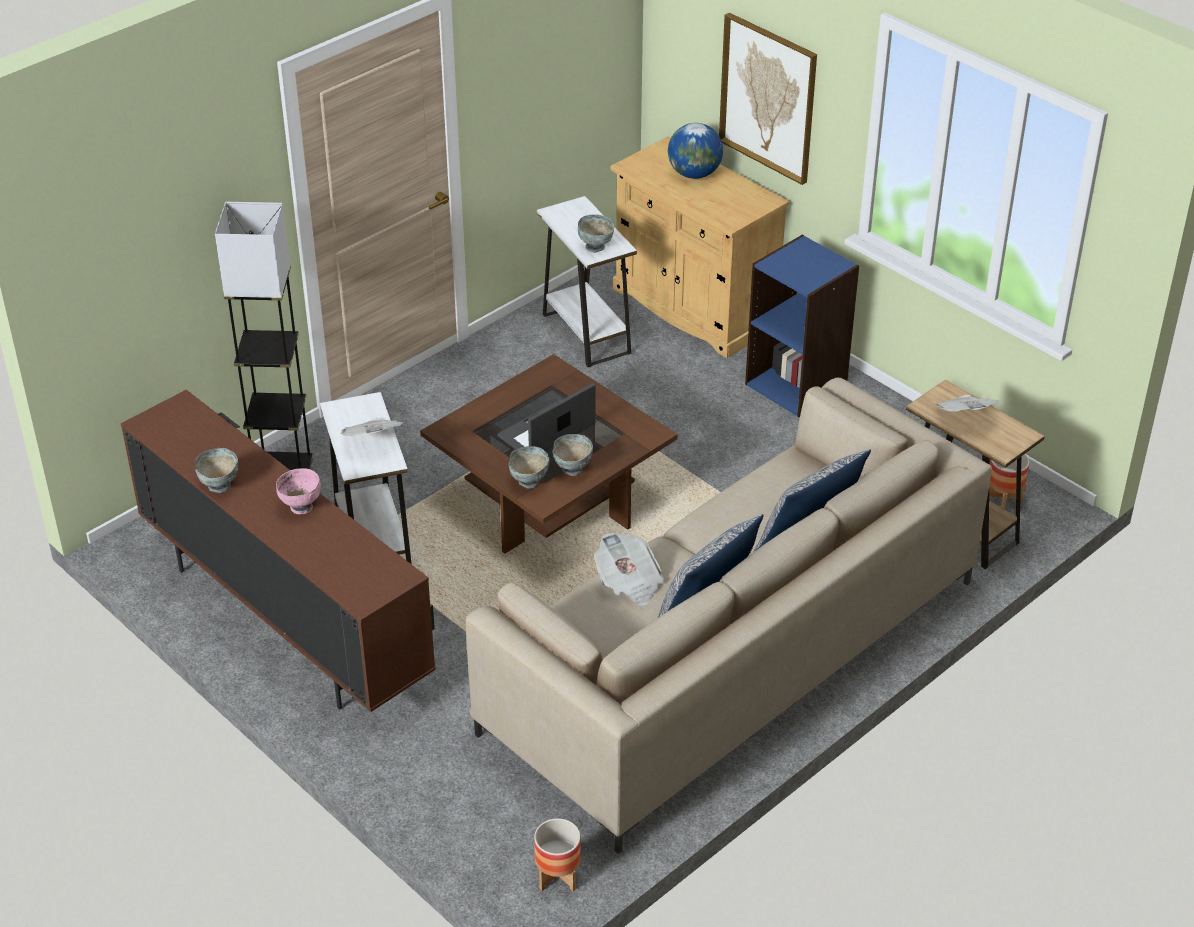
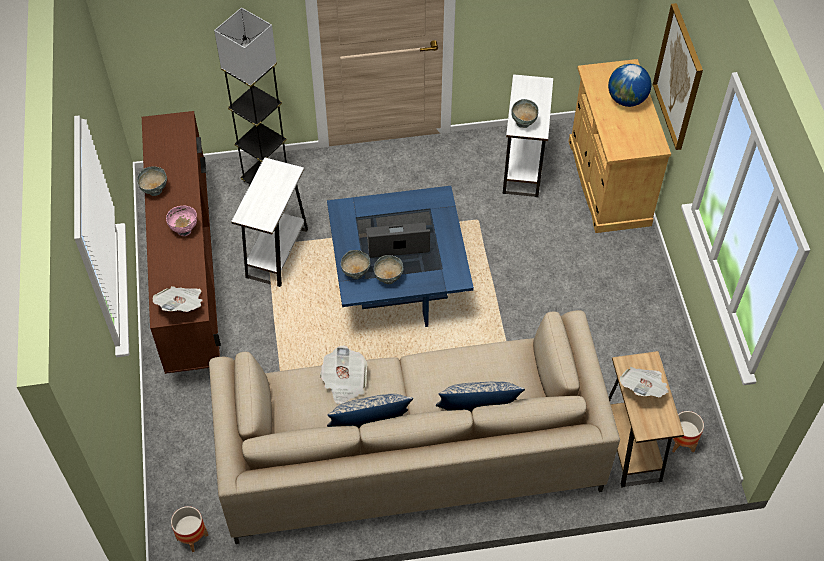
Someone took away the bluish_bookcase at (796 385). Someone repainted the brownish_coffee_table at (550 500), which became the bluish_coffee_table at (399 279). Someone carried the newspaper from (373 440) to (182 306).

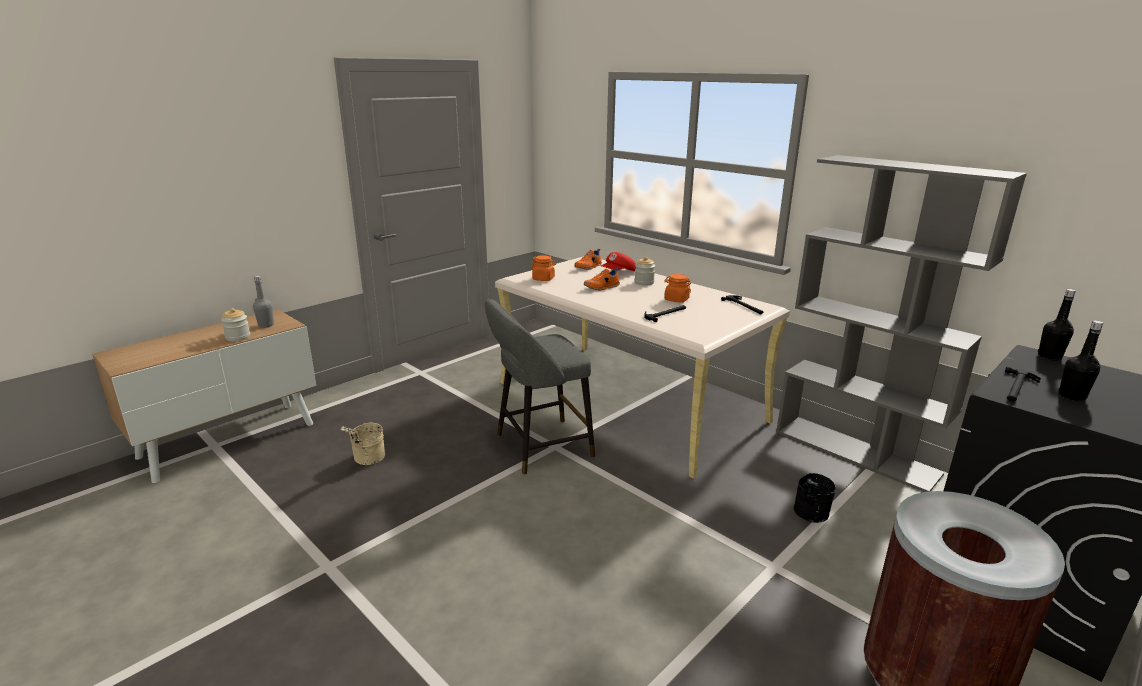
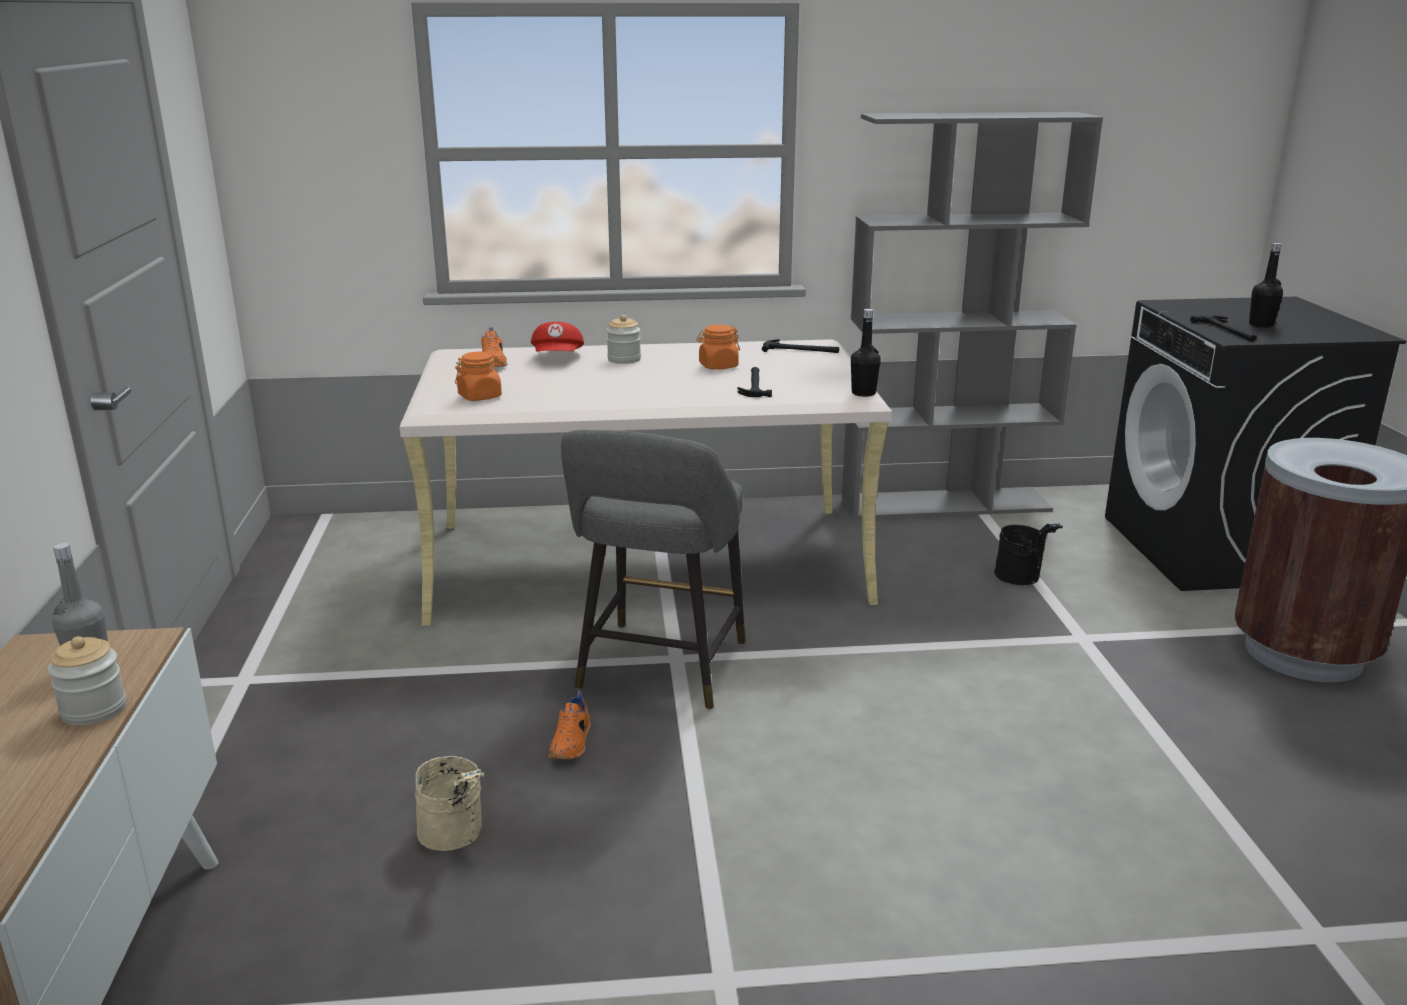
Someone carried the orange_low_shoe from (602 287) to (572 743). Someone carried the blackish_drink_bottle from (1049 356) to (863 393).

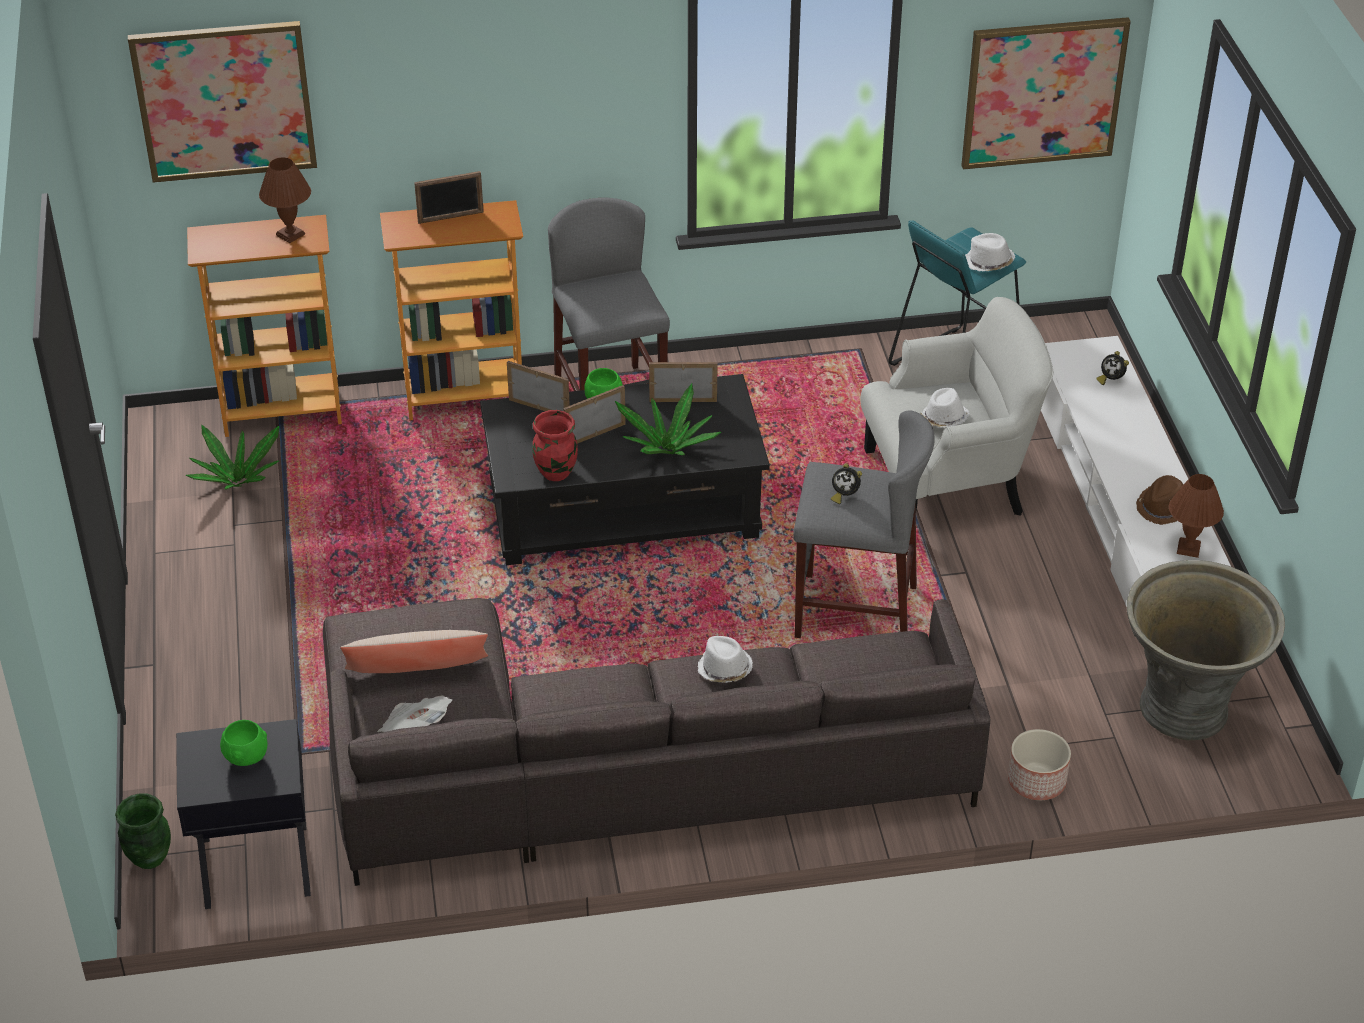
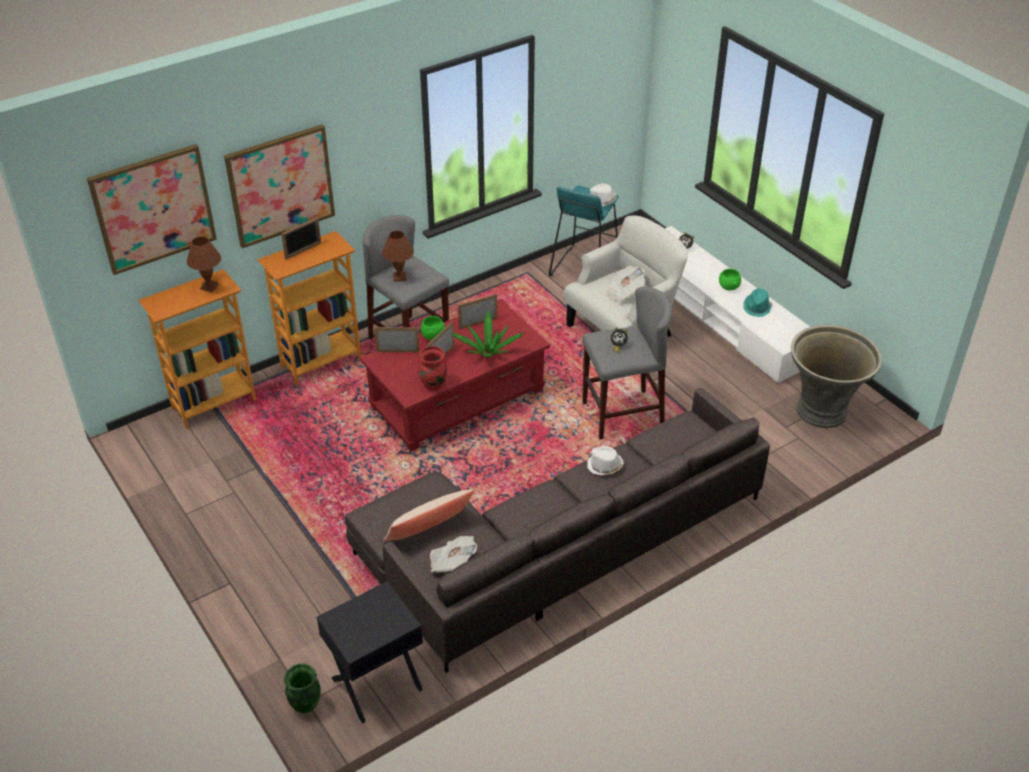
Someone carried the wall_picture from (1043 92) to (281 185). Someone repainted the blackish_coffee_table at (623 510), which became the red-coloured_coffee_table at (456 399). Someone swapped the white_hat at (944 419) for the newspaper at (623 292). Someone took away the plant_in_a_pot at (238 480). Someone carried the brownish_tabletop_lamp from (1189 549) to (400 277). Someone repainted the brownish_hat at (1162 508), which became the blue-green_hat at (757 307). Someone carried the green-coloured_serving_bowl from (246 758) to (729 288). Someone took away the flower_pot at (1036 782).

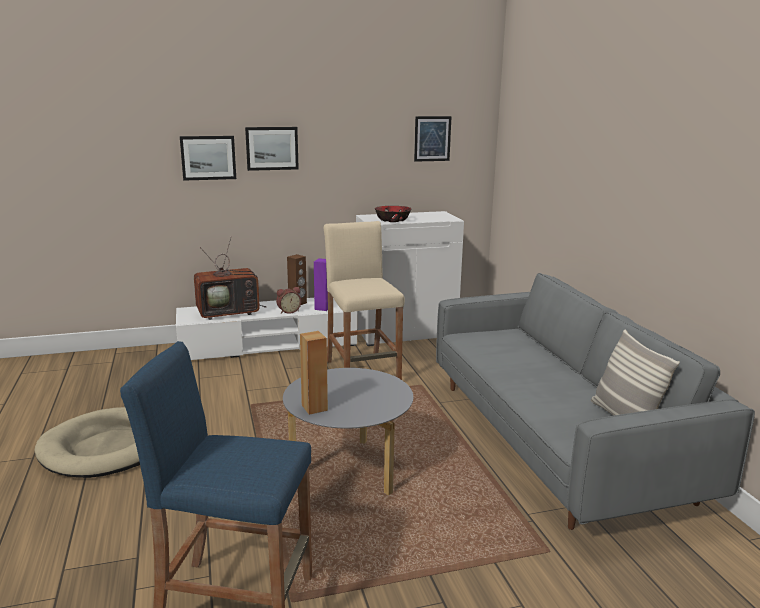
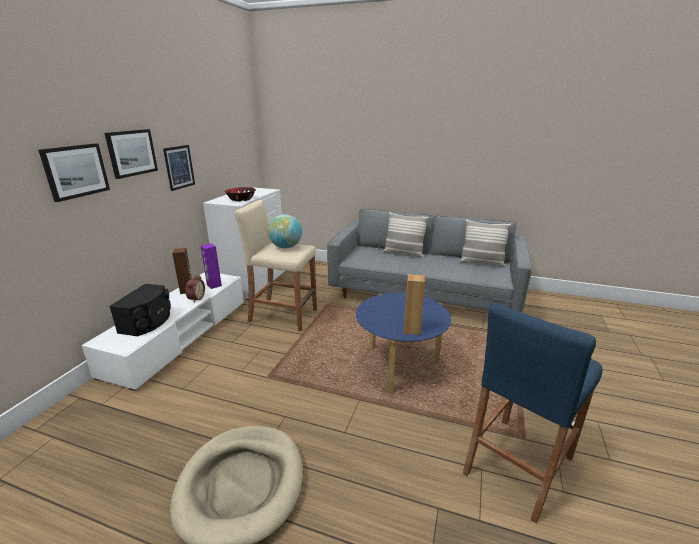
Someone carried the wall_picture from (432 138) to (179 167). Someone swapped the TV at (229 312) for the blackish_loudspeaker at (148 322). Someone repainted the greyish_coffee_table at (348 470), which became the bluish_coffee_table at (399 365). Someone put down the pillow at (403 253). Someone put down the world_globe at (286 247).

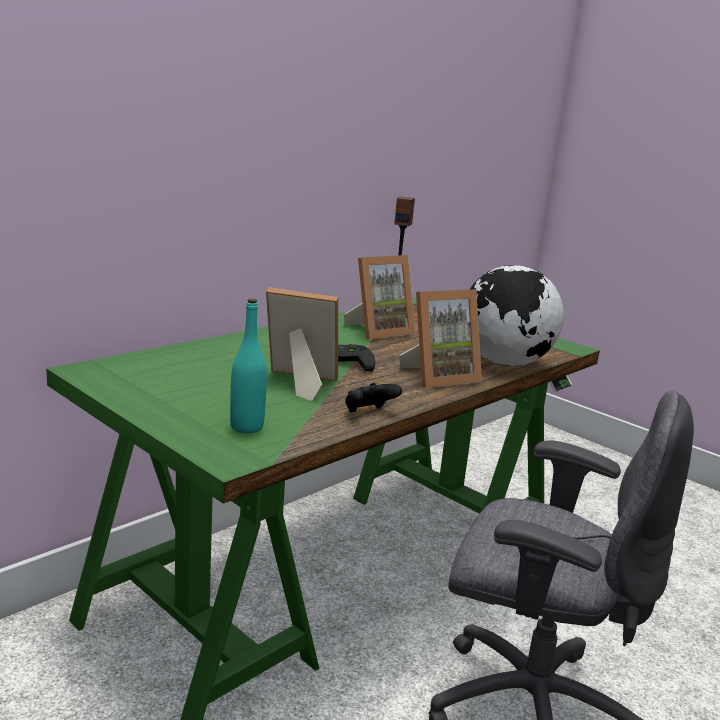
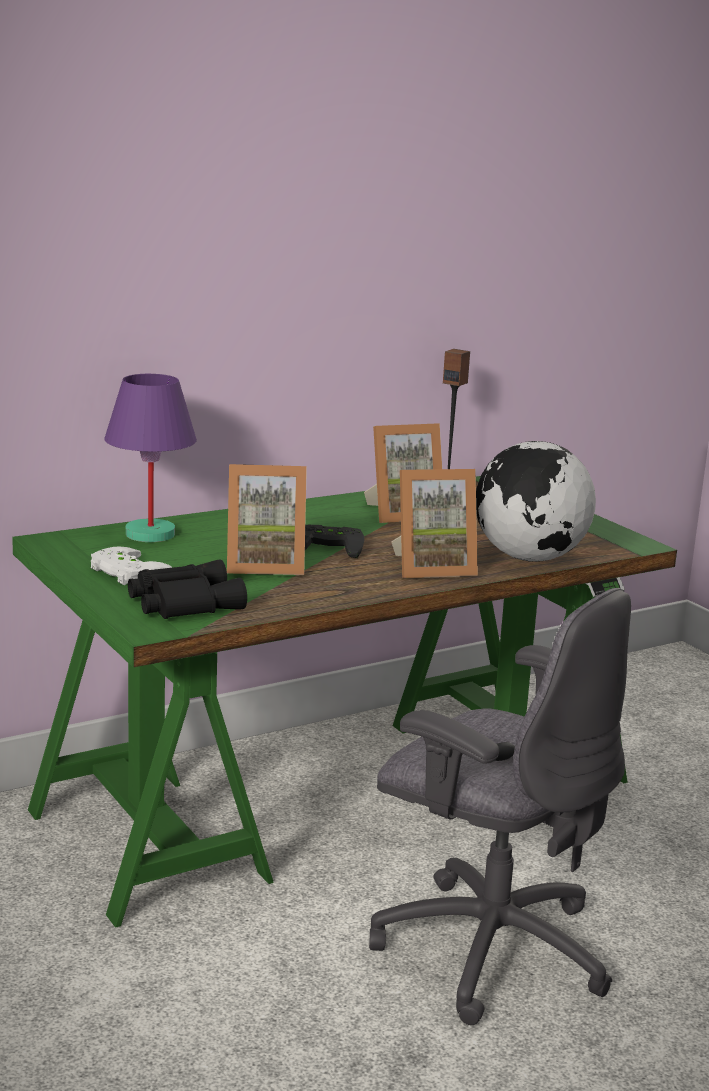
Someone rotated the picture_frame at (298 383) by 150 degrees clockwise. Someone swapped the blue-green_drink_bottle at (247 427) for the blackish_field_glasses at (182 603). Someone took away the blackish_joypad at (368 413). Someone put down the purple_tabletop_lamp at (149 534). Someone put down the white_joypad at (124 572).

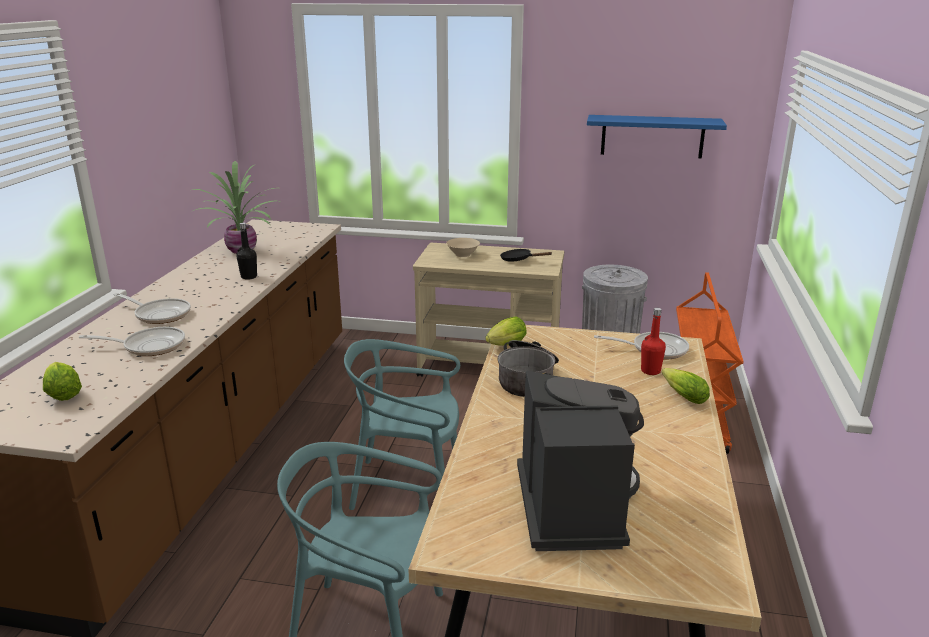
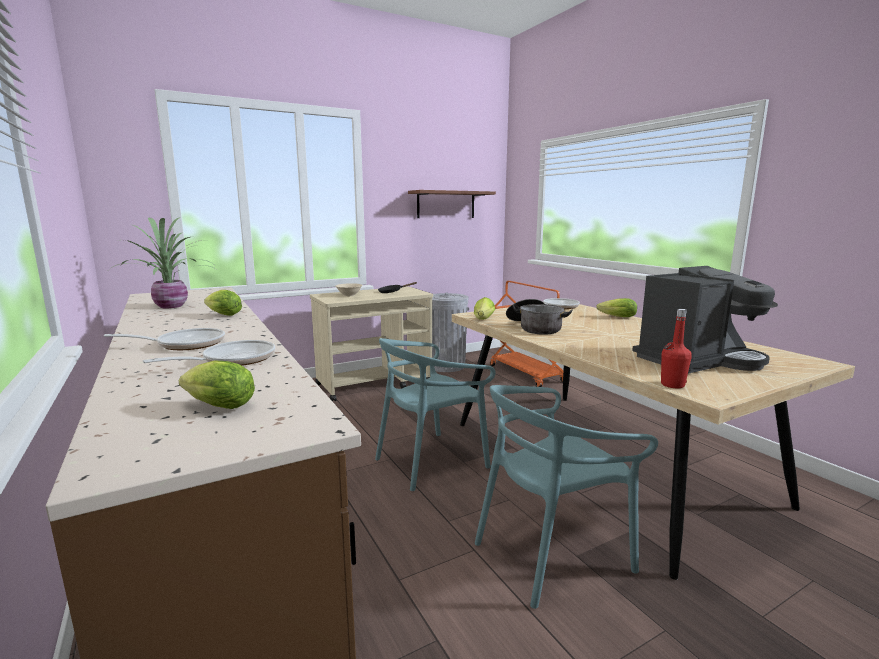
Someone repainted the bluish_wall_shelf at (652 136), which became the brownish_wall_shelf at (446 204). Someone swapped the blackish_drink_bottle at (249 277) for the lettuce_head at (222 315). Someone carried the red-coloured_drink_bottle from (650 371) to (672 385). Someone rotated the coffee_maker at (573 506) by 105 degrees clockwise.

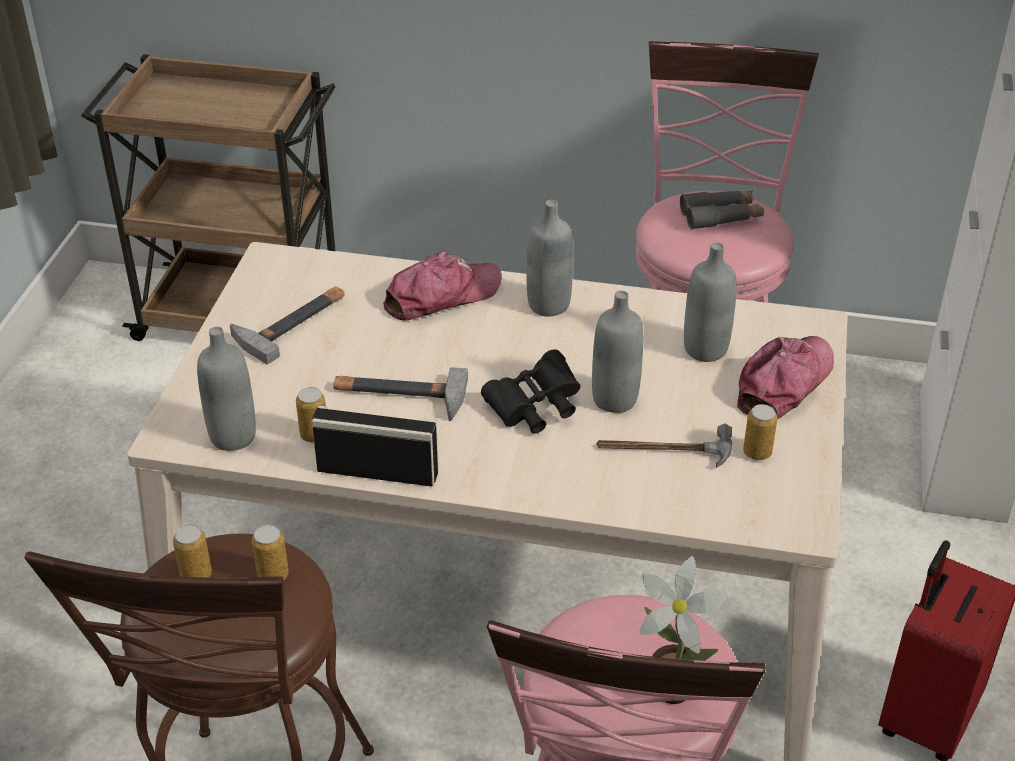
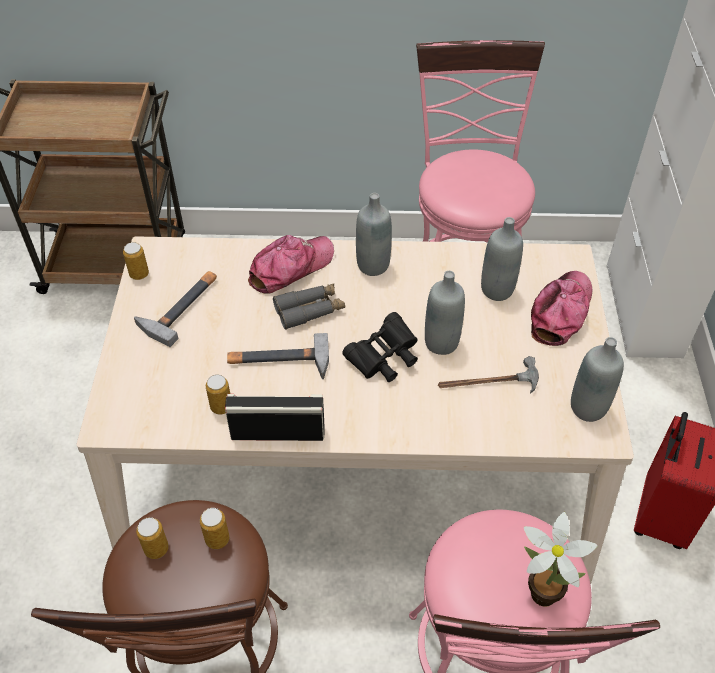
Someone carried the greyish_field_glasses from (721 216) to (309 310). Someone carried the greyish_drink_bottle from (233 436) to (588 408). Someone carried the can from (757 452) to (139 274).

